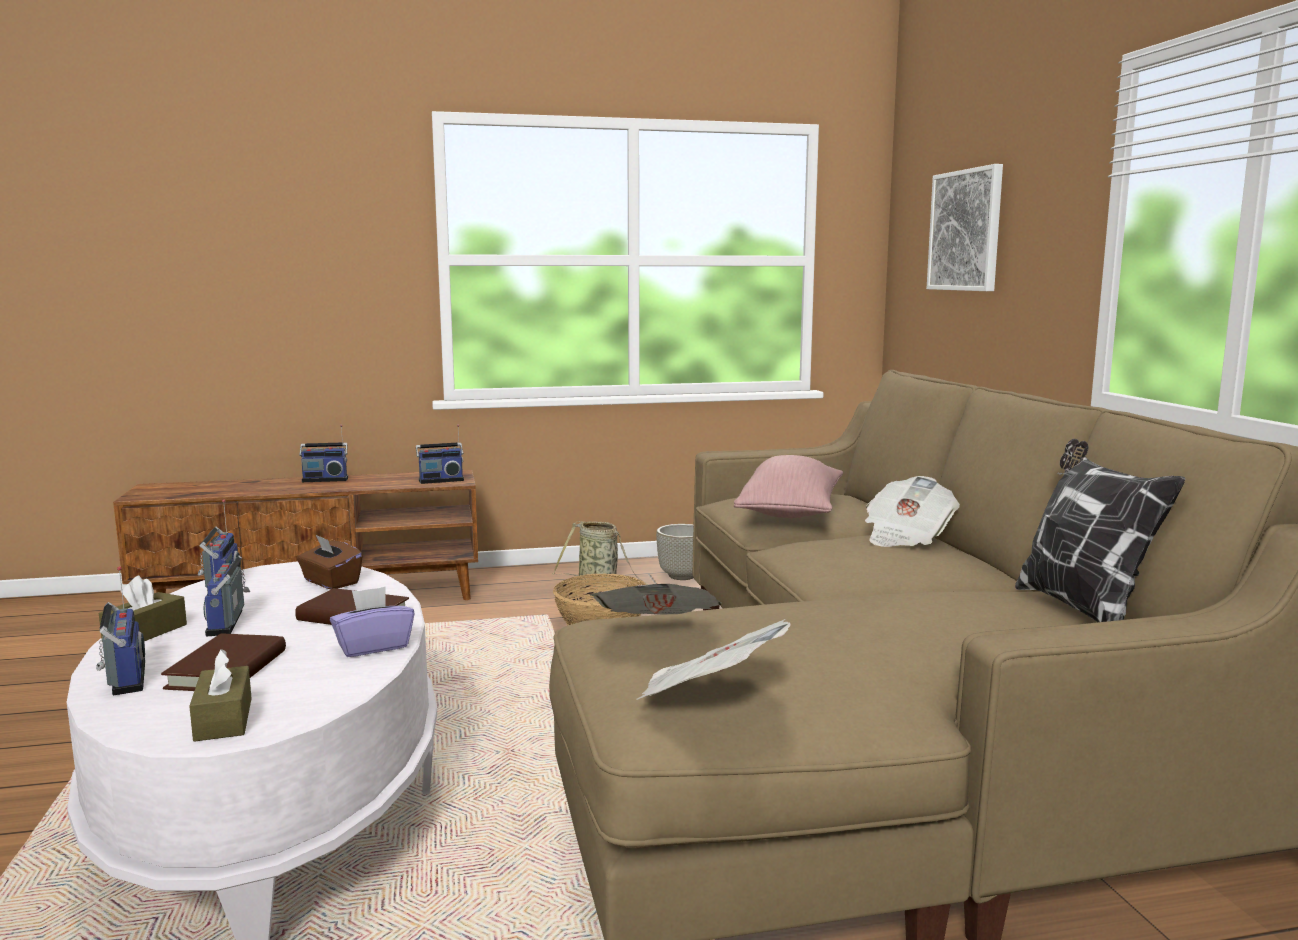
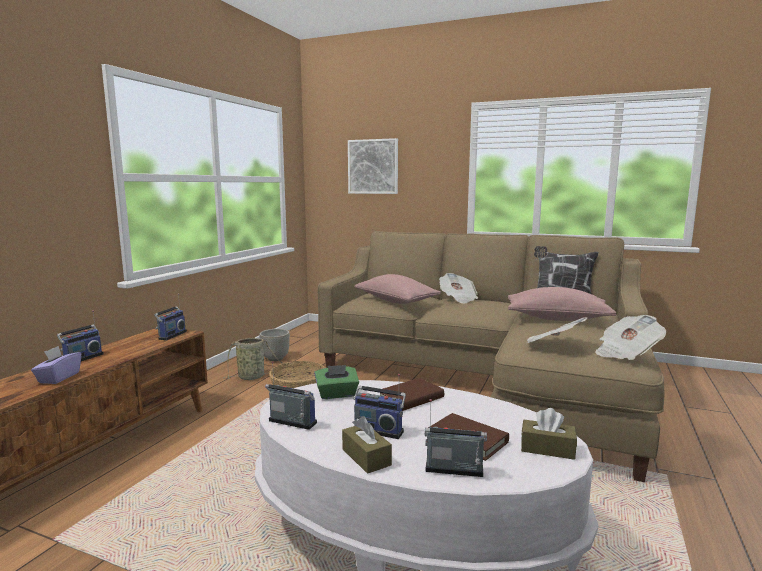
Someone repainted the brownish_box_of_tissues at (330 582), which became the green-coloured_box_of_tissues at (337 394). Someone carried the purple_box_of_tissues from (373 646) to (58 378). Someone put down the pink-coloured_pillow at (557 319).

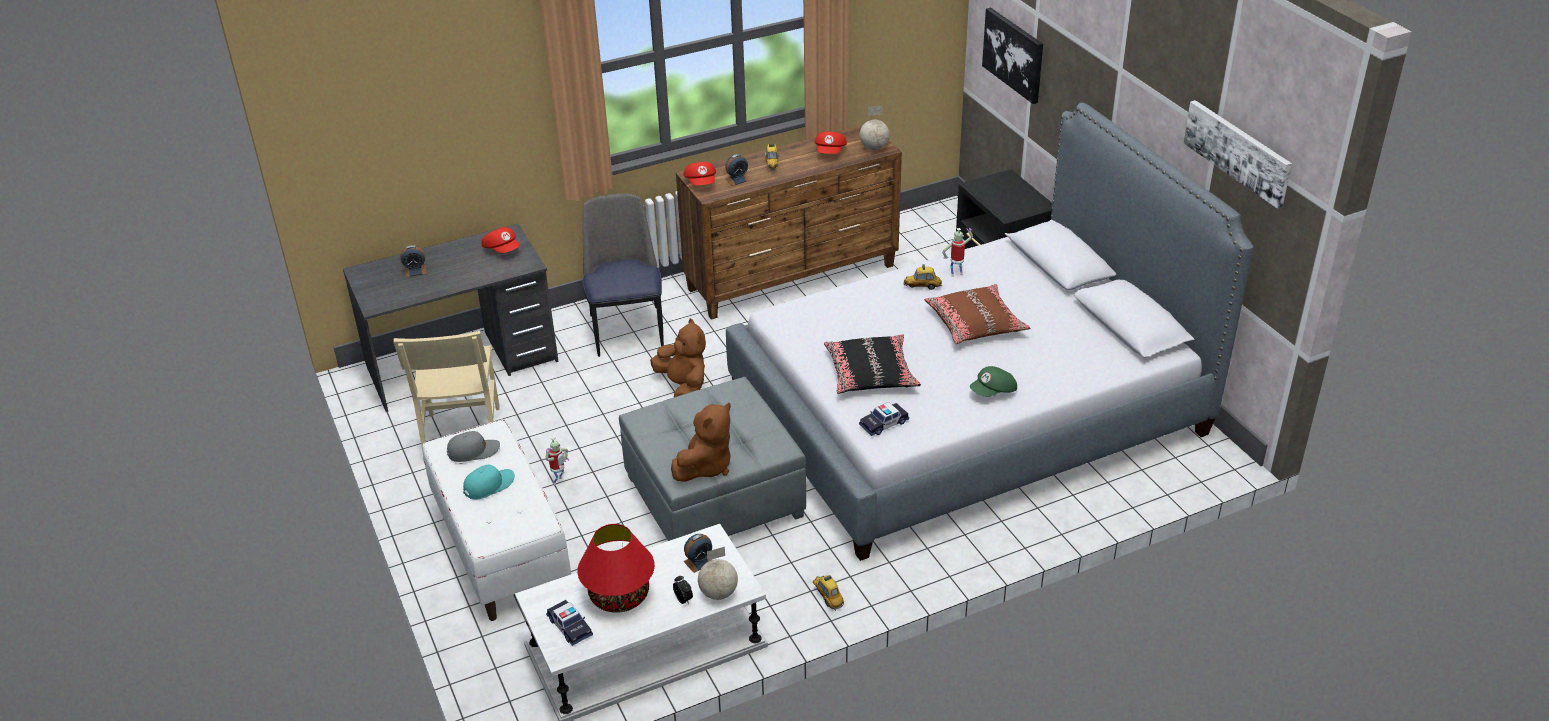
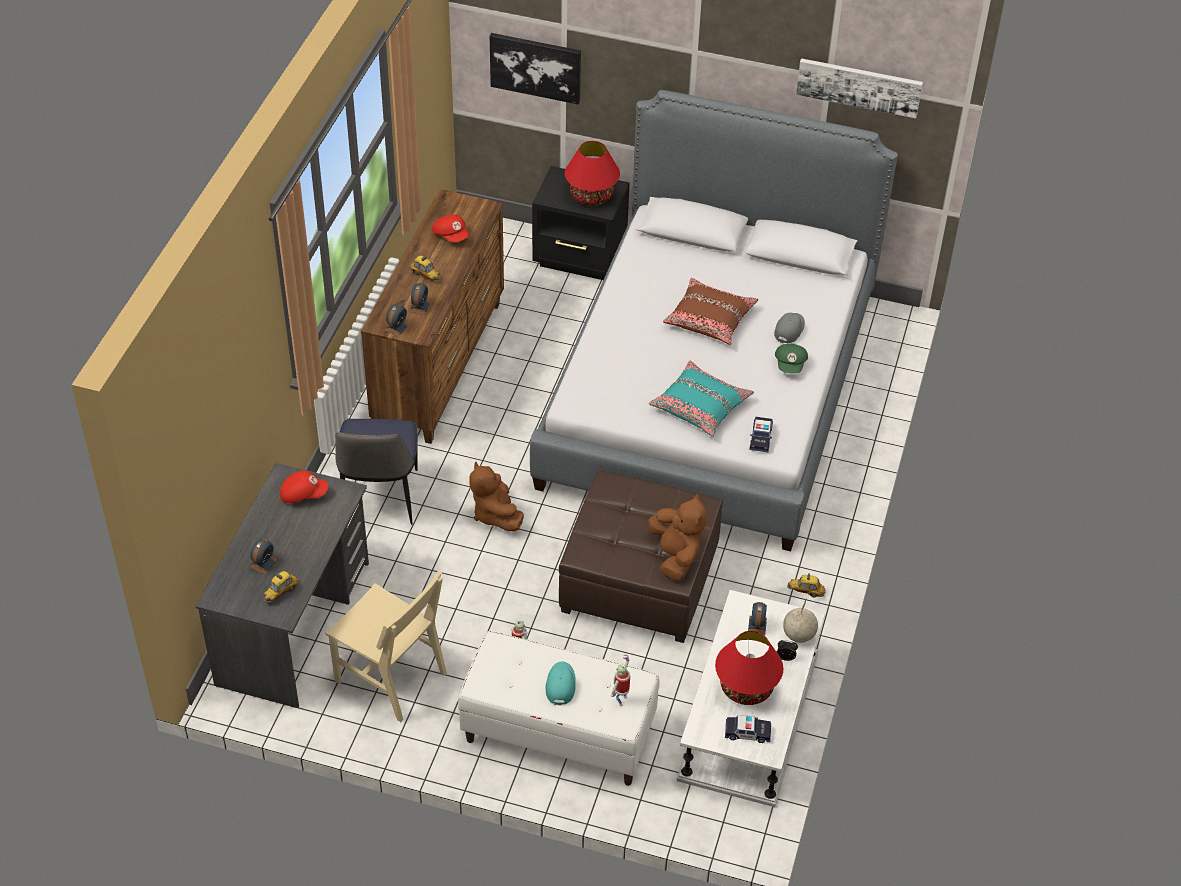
Someone took away the world_globe at (873 148). Someone swapped the red-coloured_peaked_cap at (701 183) for the table_clock at (397 327). Someone rotated the upright_chair at (627 329) by 120 degrees counterclockwise. Someone carried the robot_figure from (956 274) to (621 699). Someone carried the model_car from (922 286) to (281 592). Someone rotated the brownish_plush_toy at (684 387) by 120 degrees counterclockwise. Someone repainted the blackish_pillow at (871 374), which became the blue-green_pillow at (700 406). Someone repainted the greyish_footrest at (715 496), which became the brownish_footrest at (640 579). Someone carried the greyish_peaked_cap from (473 451) to (789 329). Someone put down the red-coloured_tabletop_lamp at (591 196).

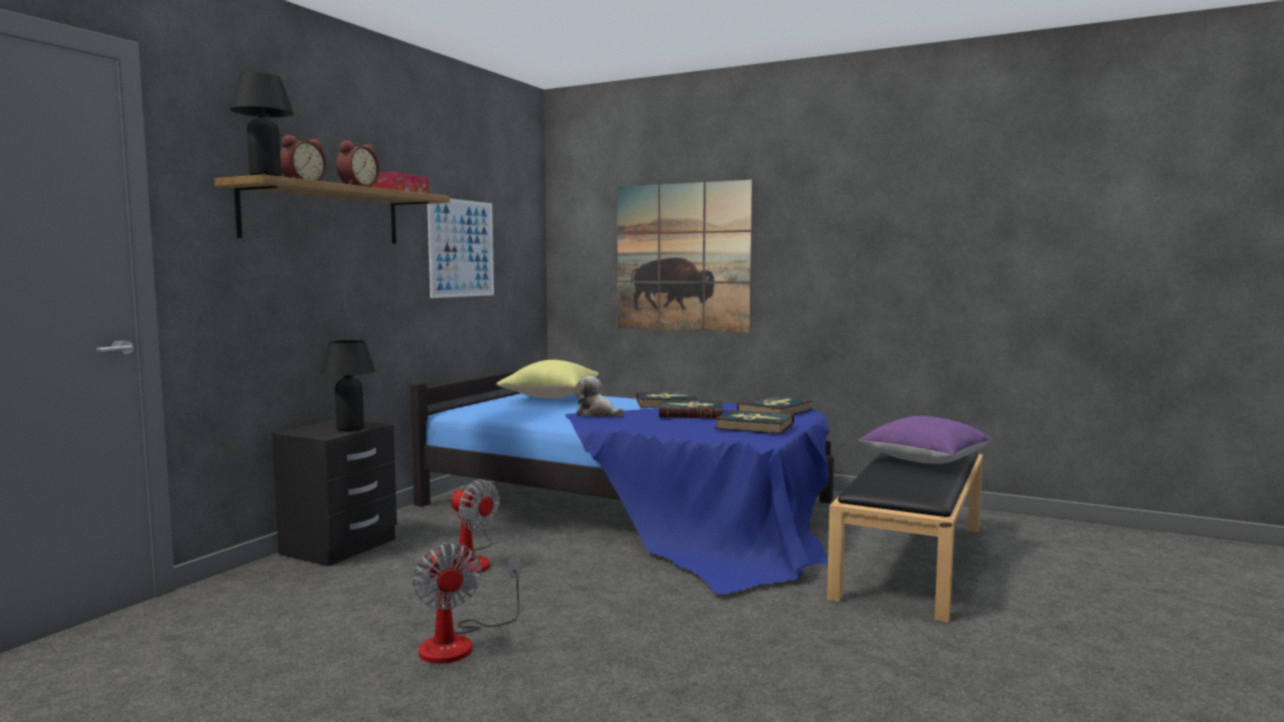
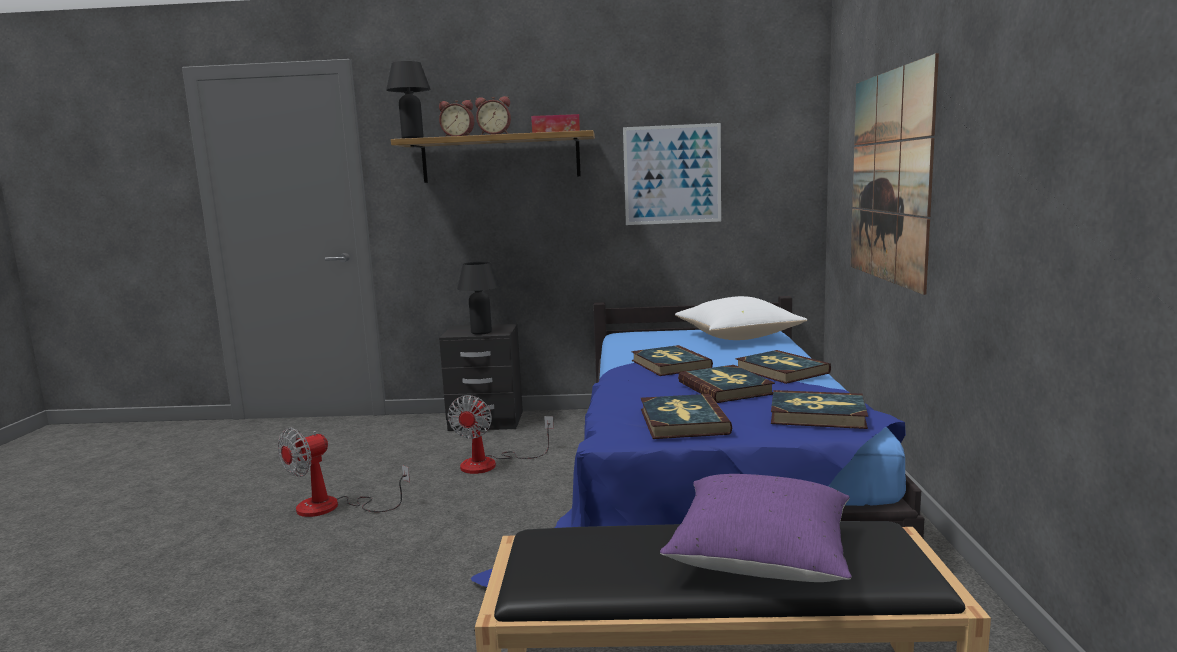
Someone repainted the yellow-coloured_pillow at (550 397), which became the white_pillow at (738 337). Someone swapped the plush_toy at (597 414) for the volume at (670 364).

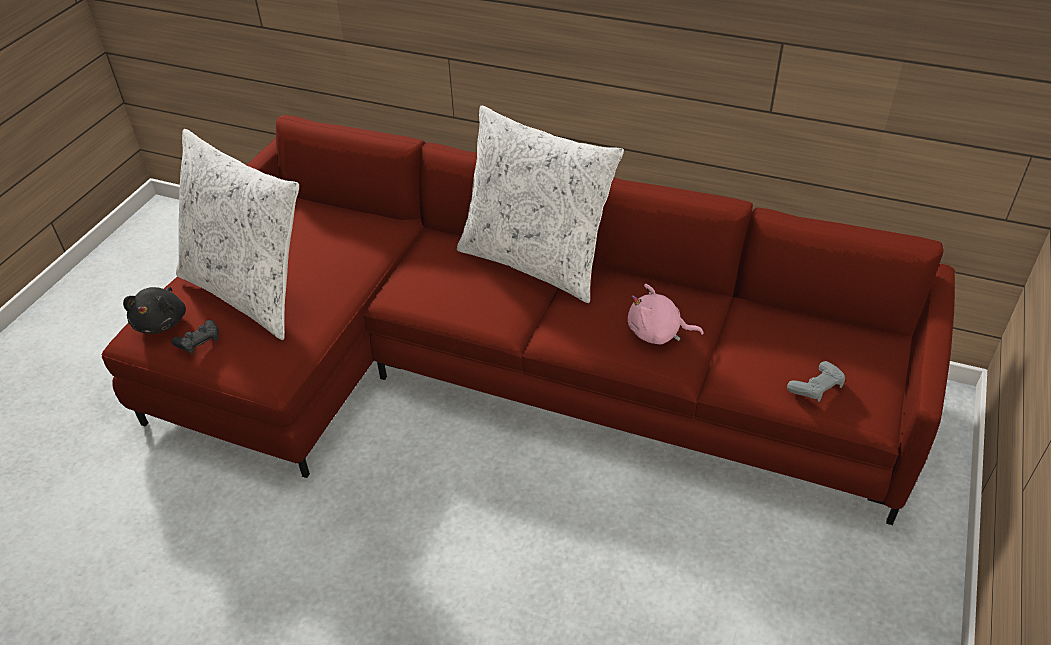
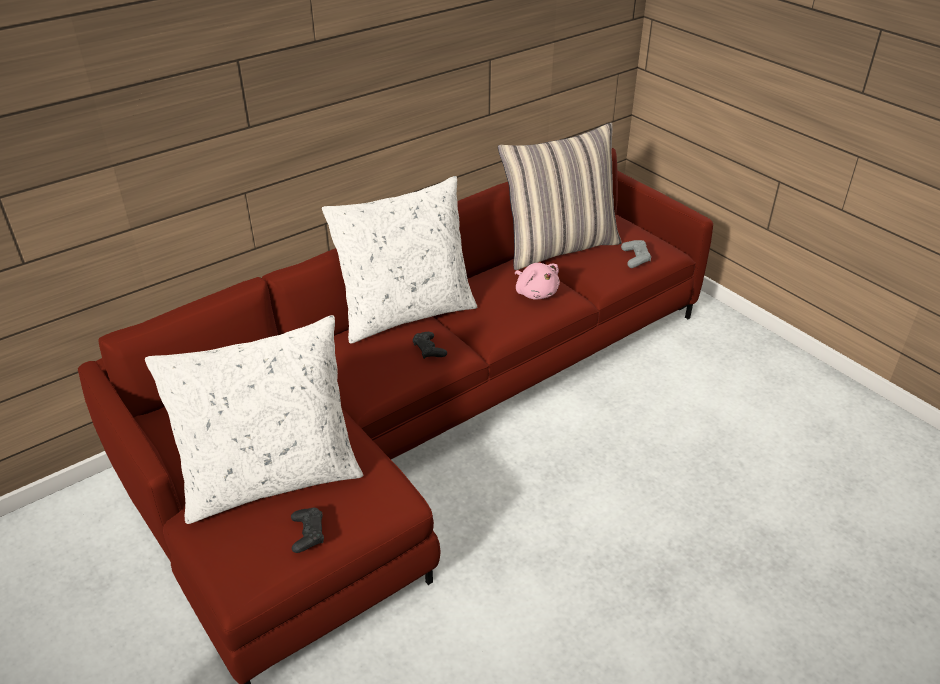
Someone rotated the pink-coloured_plush_toy at (657 333) by 75 degrees counterclockwise. Someone took away the blackish_plush_toy at (162 322). Someone put down the pillow at (559 246). Someone put down the blackish_joypad at (429 349).

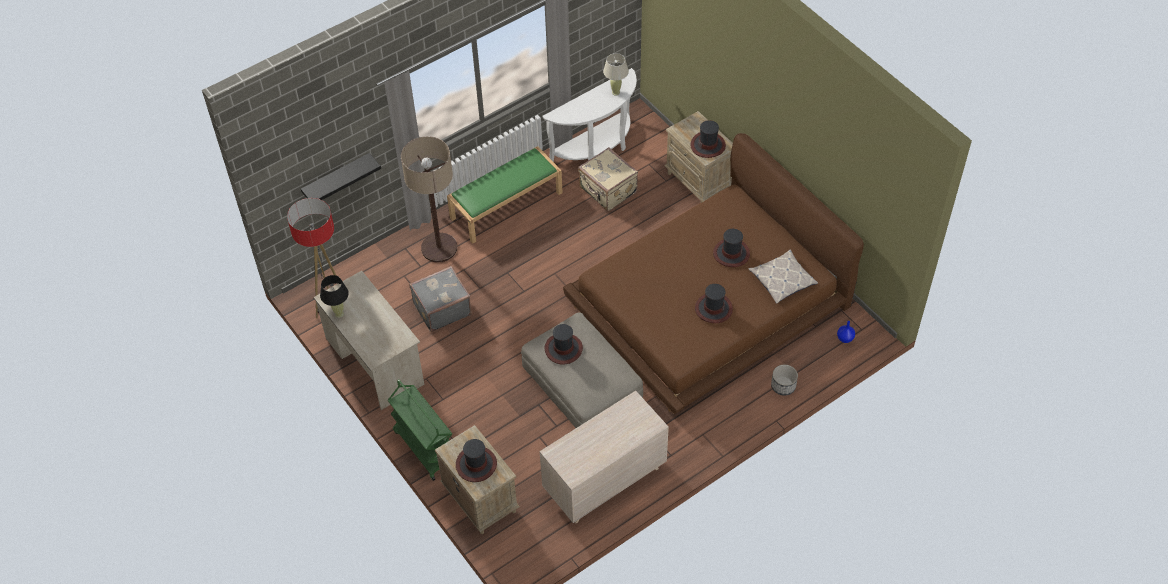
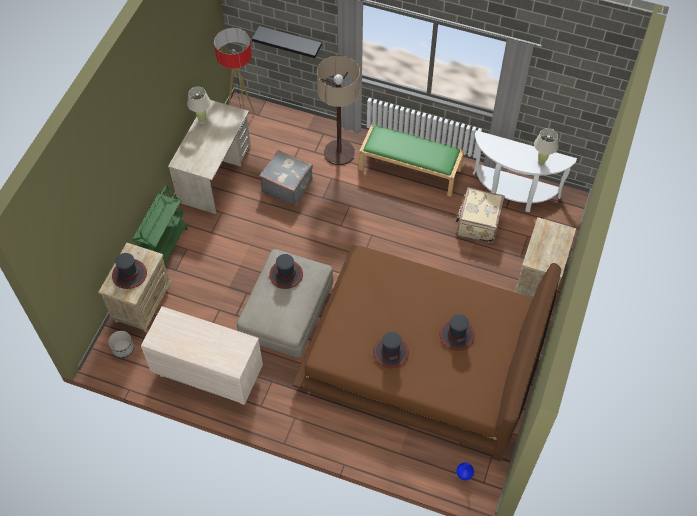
Someone took away the hat at (708 145). Someone took away the pillow at (782 280). Someone repainted the blackish_tabletop_lamp at (339 314), which became the sand-coloured_tabletop_lamp at (202 121). Someone carried the flower_pot from (783 386) to (123 349).

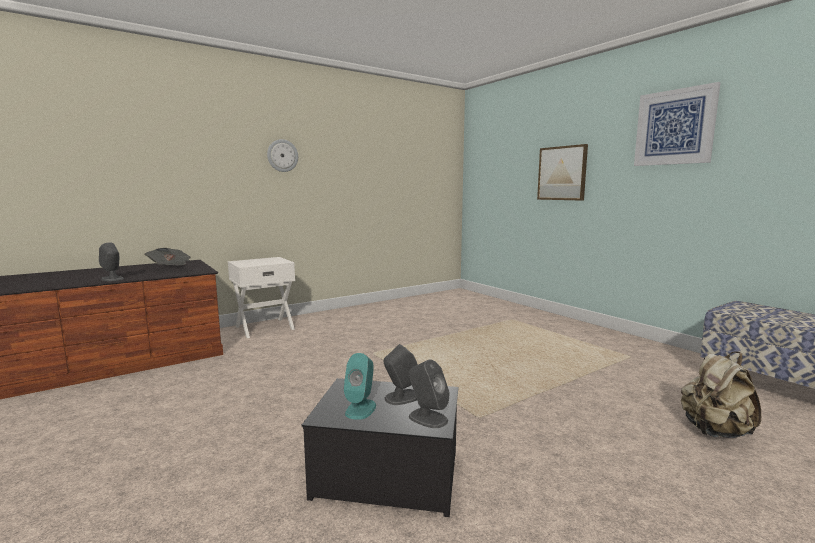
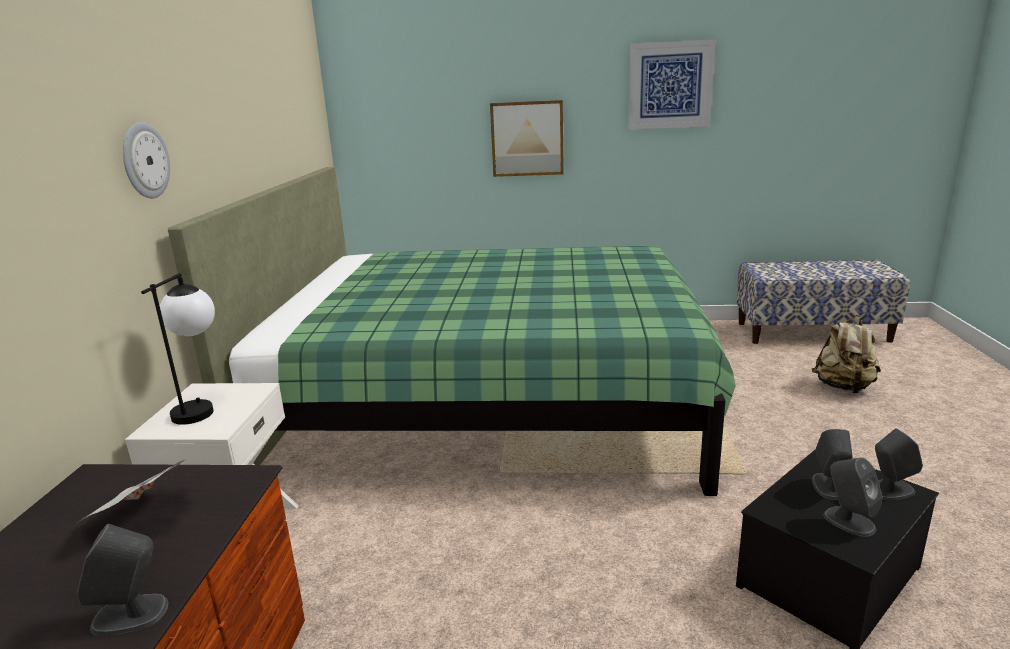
Someone repainted the blue-green_loudspeaker at (361 409), which became the greyish_loudspeaker at (848 521). Someone put down the green-coloured_bed at (488 398). Someone put down the tabletop_lamp at (201 407).

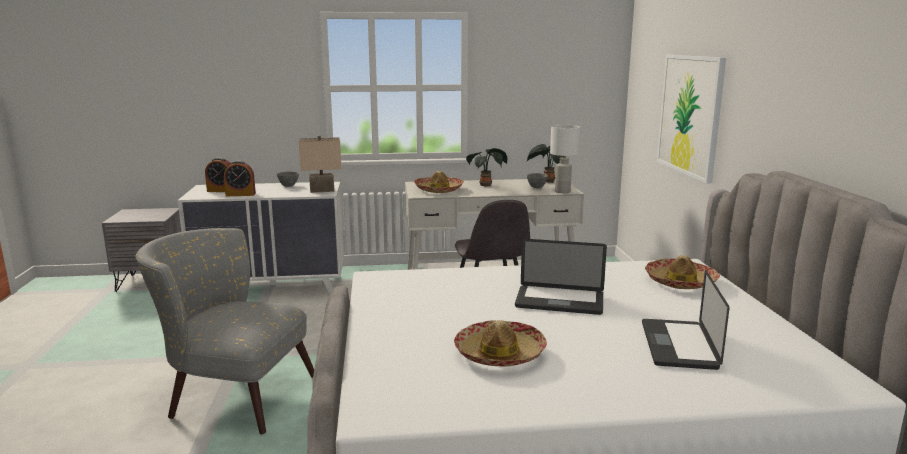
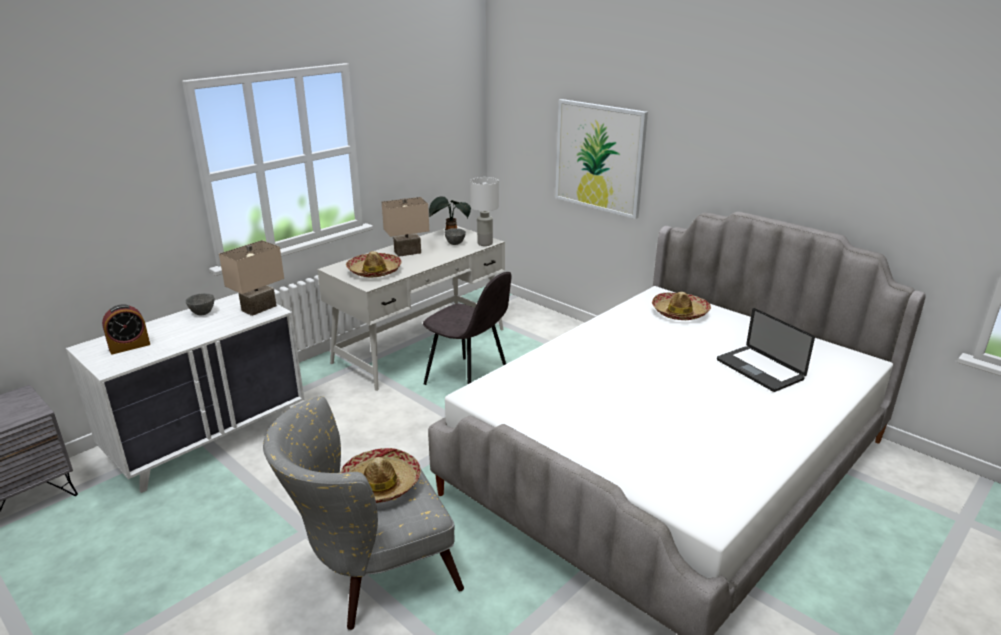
Someone swapped the plant_in_a_pot at (487 185) for the sand-coloured_tabletop_lamp at (407 253). Someone took away the table_clock at (240 194). Someone took away the laptop at (559 301). Someone carried the hat from (499 354) to (380 484).

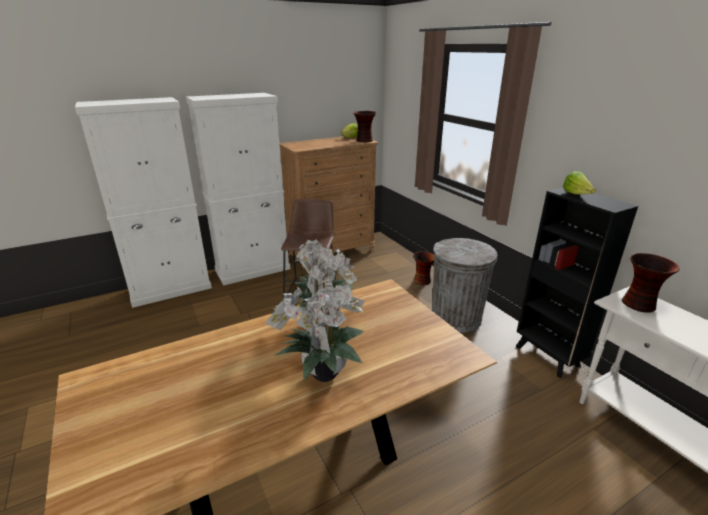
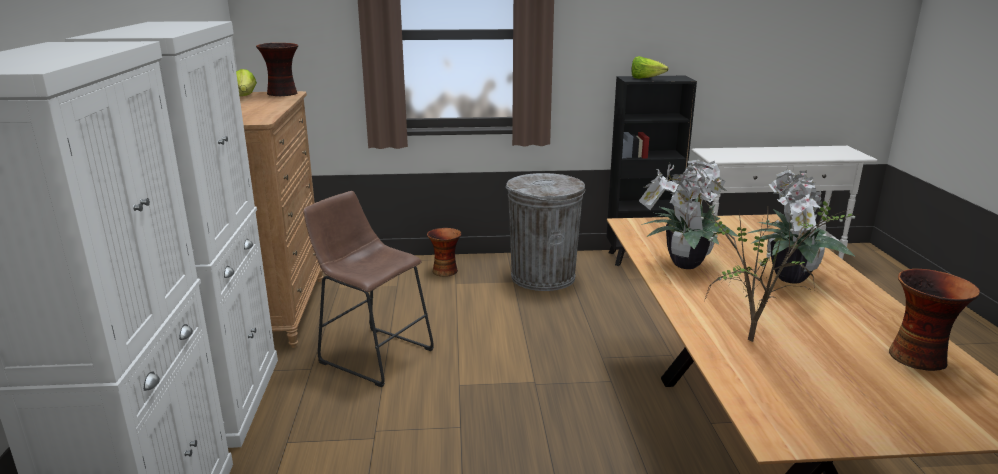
Someone carried the decorative_vase from (639 305) to (919 357). Someone put down the plant_in_a_pot at (756 339).

